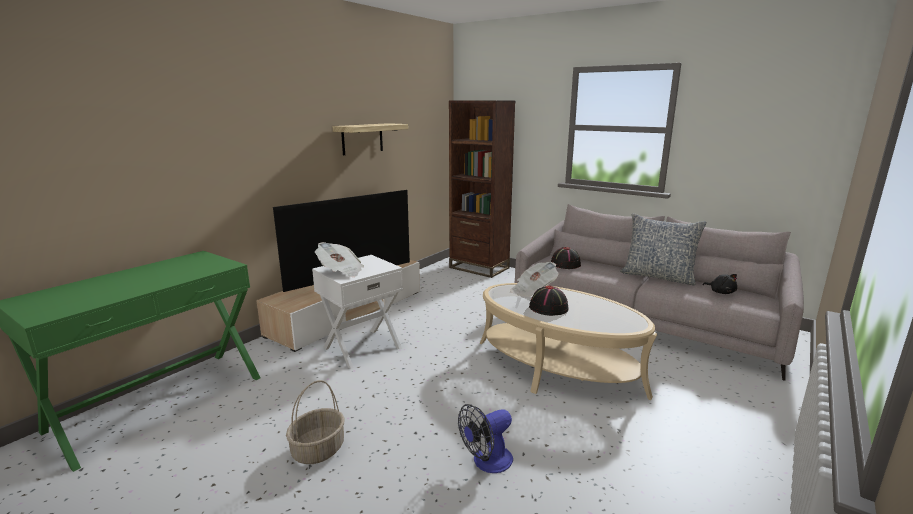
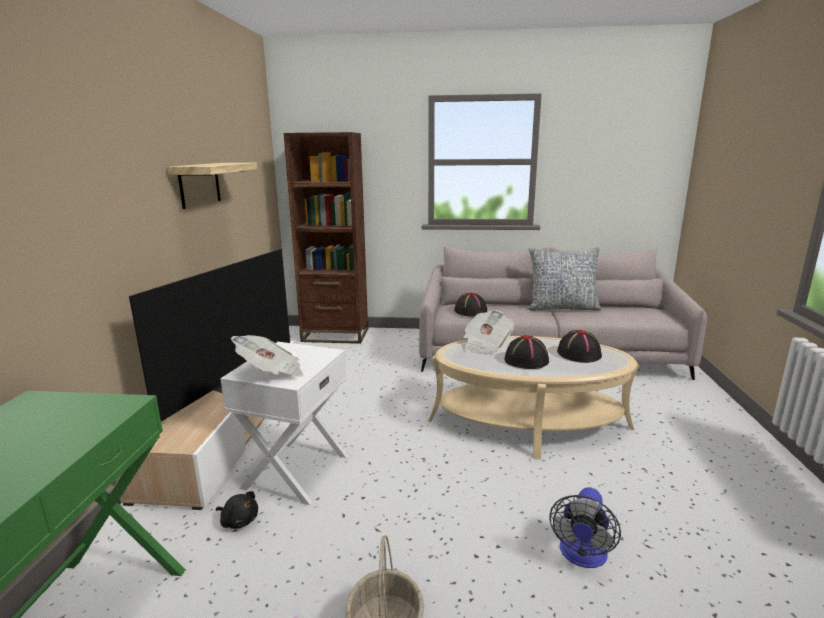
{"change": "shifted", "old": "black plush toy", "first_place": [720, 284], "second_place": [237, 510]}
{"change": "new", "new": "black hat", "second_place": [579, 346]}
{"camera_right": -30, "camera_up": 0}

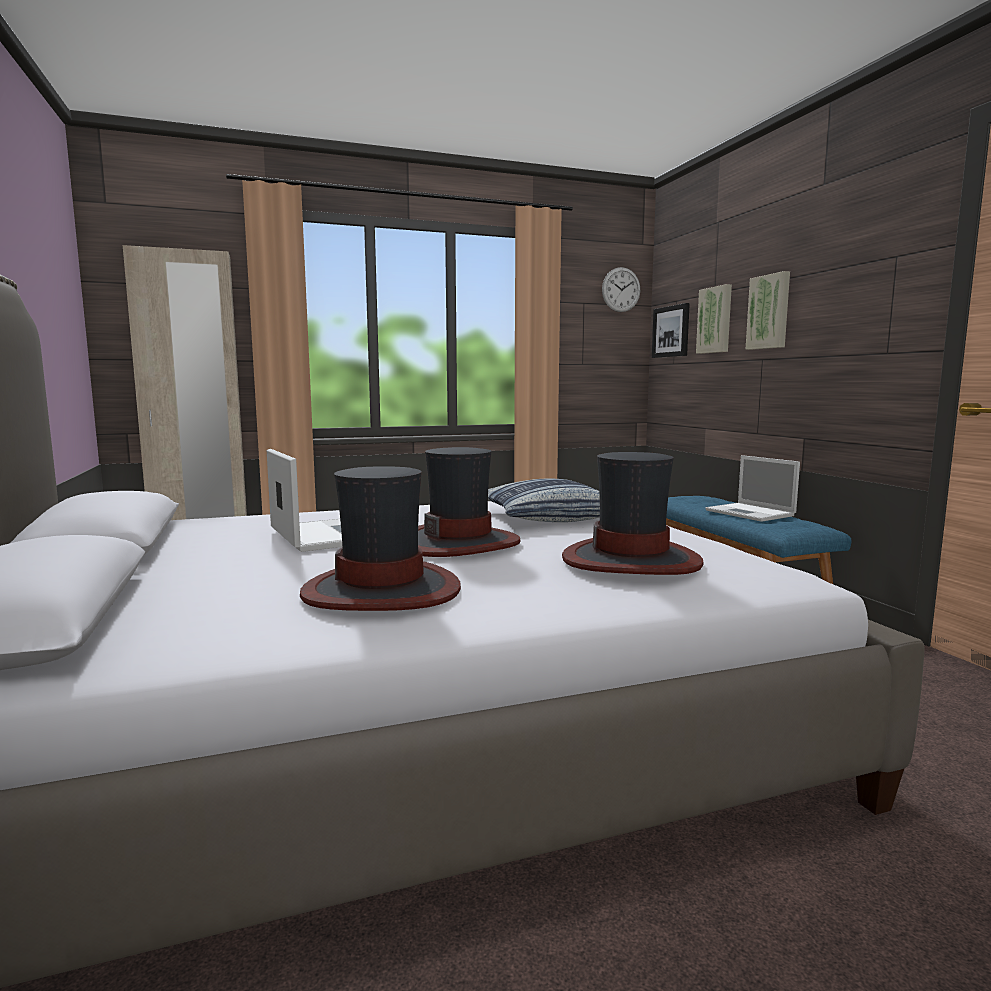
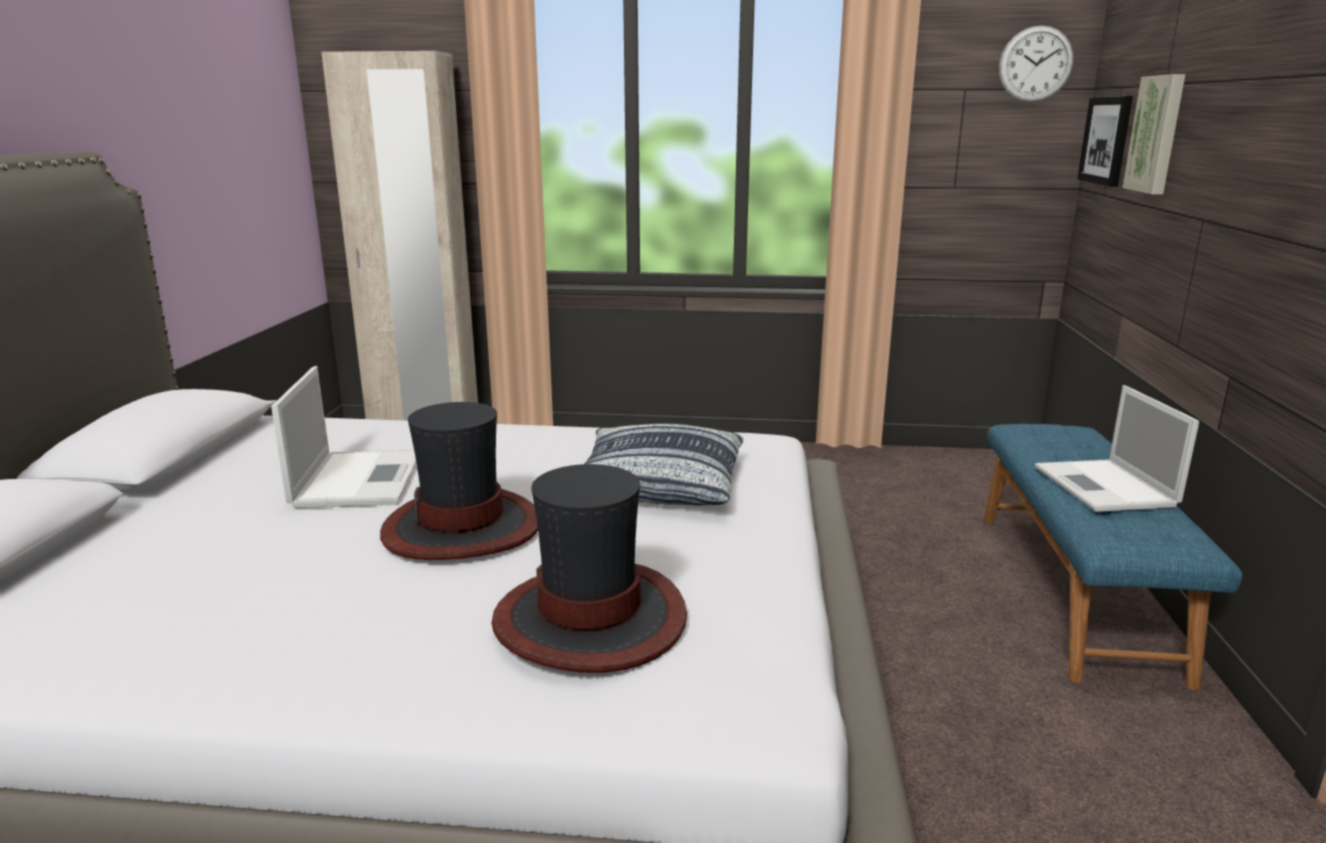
{"change": "gone", "old": "hat", "first_place": [380, 538]}
{"change": "gone", "old": "picture", "first_place": [767, 310]}
{"camera_right": 25, "camera_up": 10}

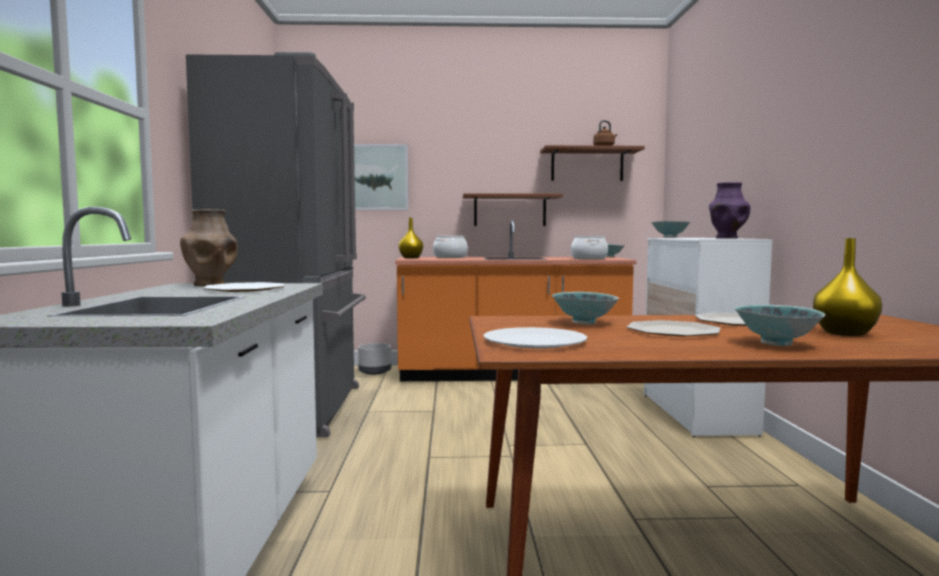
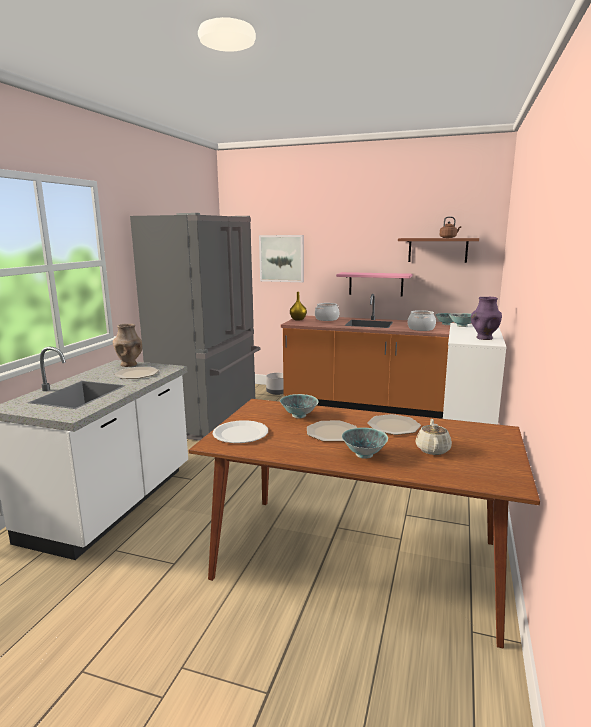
{"change": "repainted", "old": "brown shelf", "new": "pink shelf", "first_place": [513, 209], "second_place": [374, 284]}
{"change": "swapped", "old": "yellow vase", "new": "beige teapot", "first_place": [848, 287], "second_place": [433, 437]}
{"camera_right": 20, "camera_up": 10}

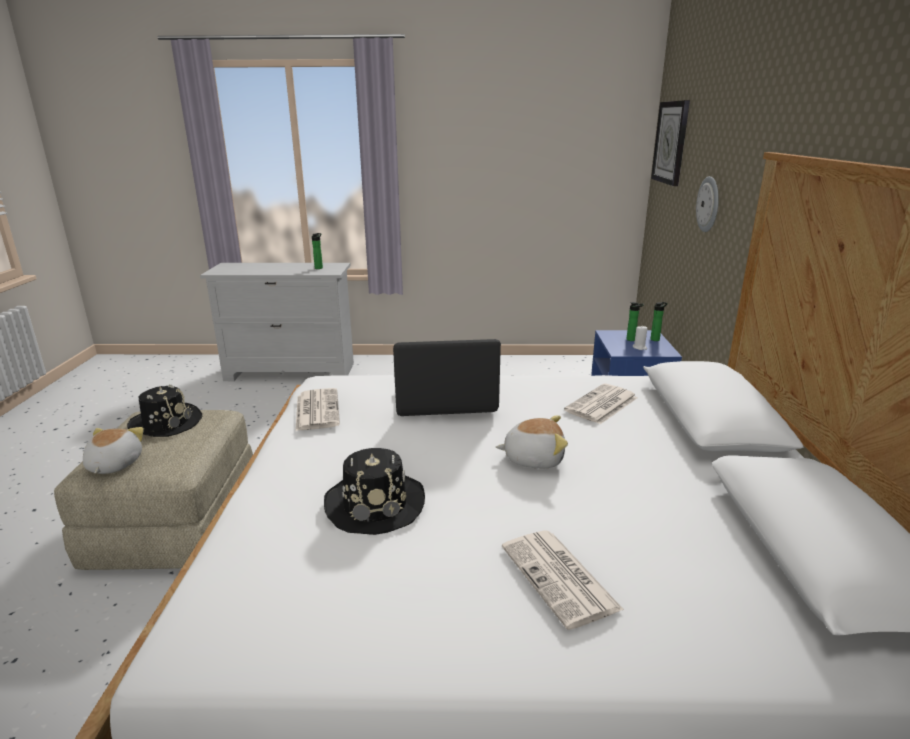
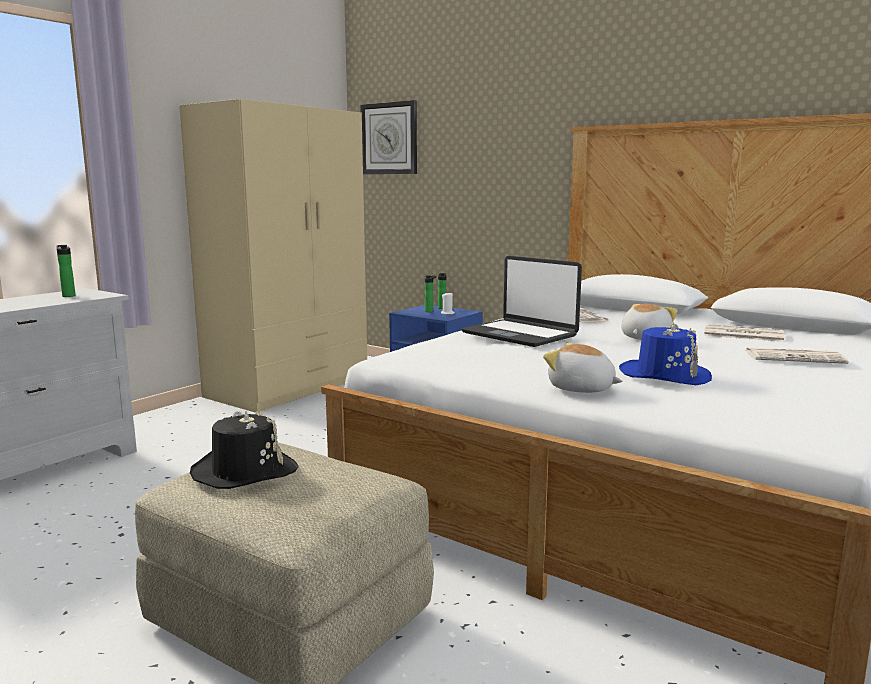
{"change": "new", "new": "beige wardrobe", "second_place": [273, 256]}
{"change": "rotated", "old": "laptop", "first_place": [447, 377], "second_place": [521, 301], "degrees": -75}
{"change": "shifted", "old": "plush toy", "first_place": [113, 450], "second_place": [583, 368]}
{"change": "repainted", "old": "black hat", "new": "blue hat", "first_place": [374, 491], "second_place": [665, 353]}
{"change": "shifted", "old": "newspaper", "first_place": [317, 409], "second_place": [744, 333]}
{"change": "gone", "old": "wall clock", "first_place": [707, 204]}
{"camera_right": -55, "camera_up": -10}

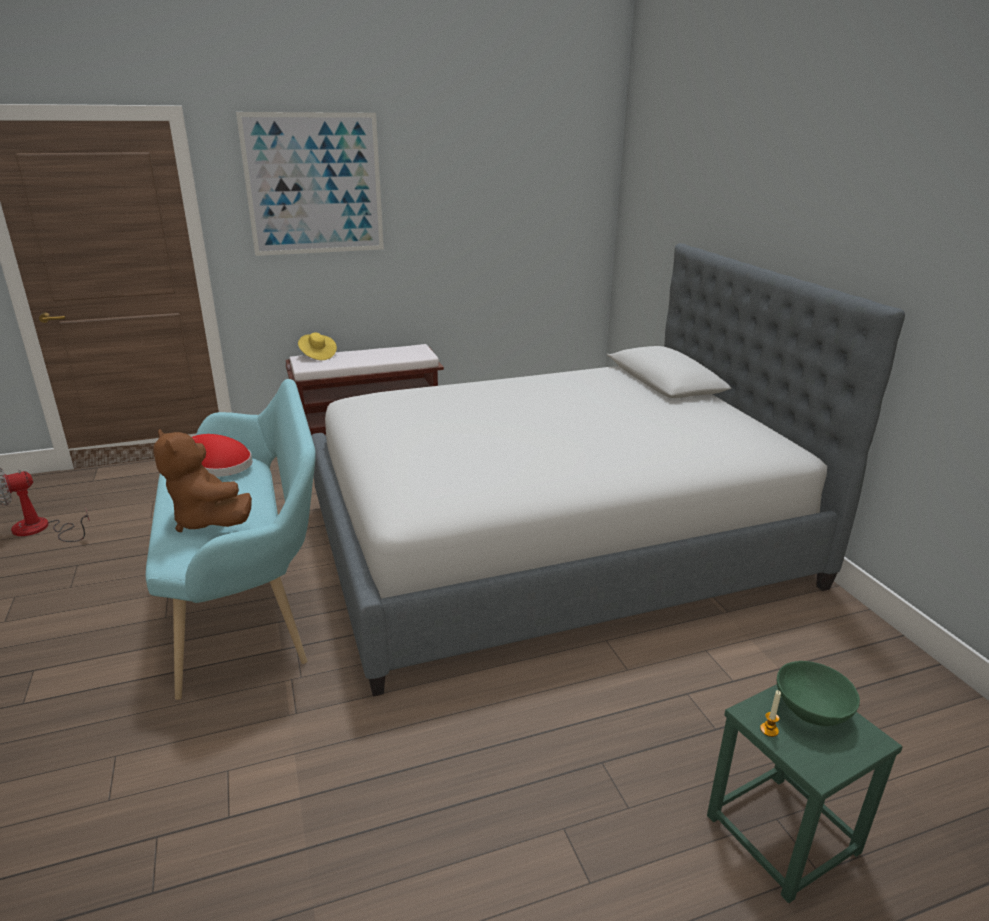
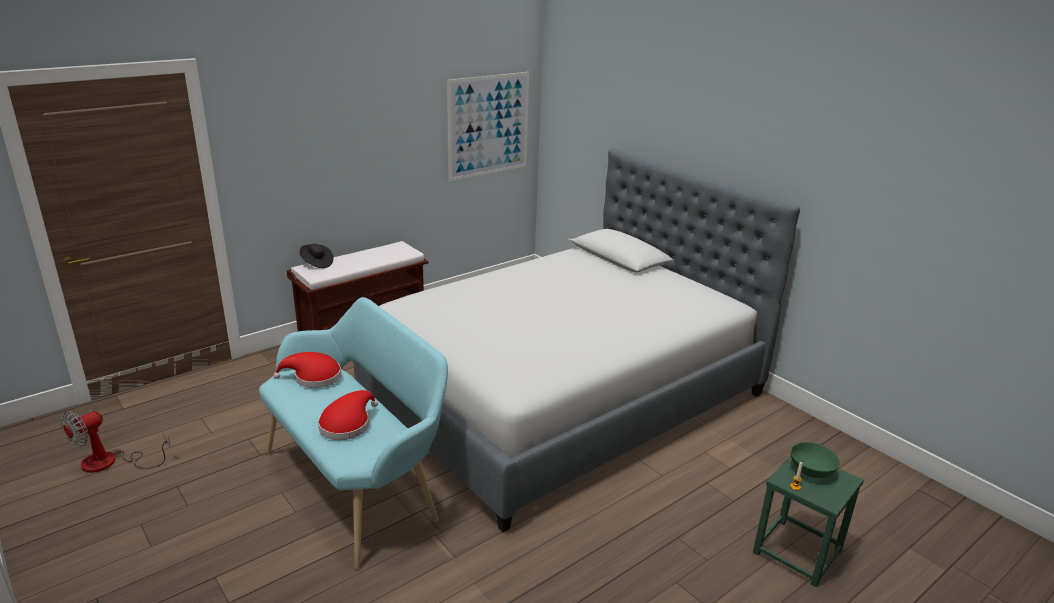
{"change": "repainted", "old": "yellow hat", "new": "black hat", "first_place": [317, 346], "second_place": [317, 256]}
{"change": "swapped", "old": "brown plush toy", "new": "red hat", "first_place": [202, 480], "second_place": [348, 415]}
{"change": "shifted", "old": "picture", "first_place": [310, 184], "second_place": [488, 126]}
{"camera_right": -20, "camera_up": 0}

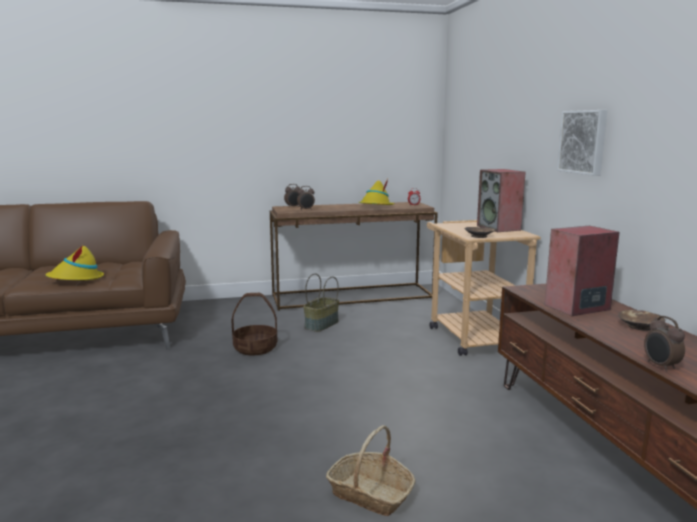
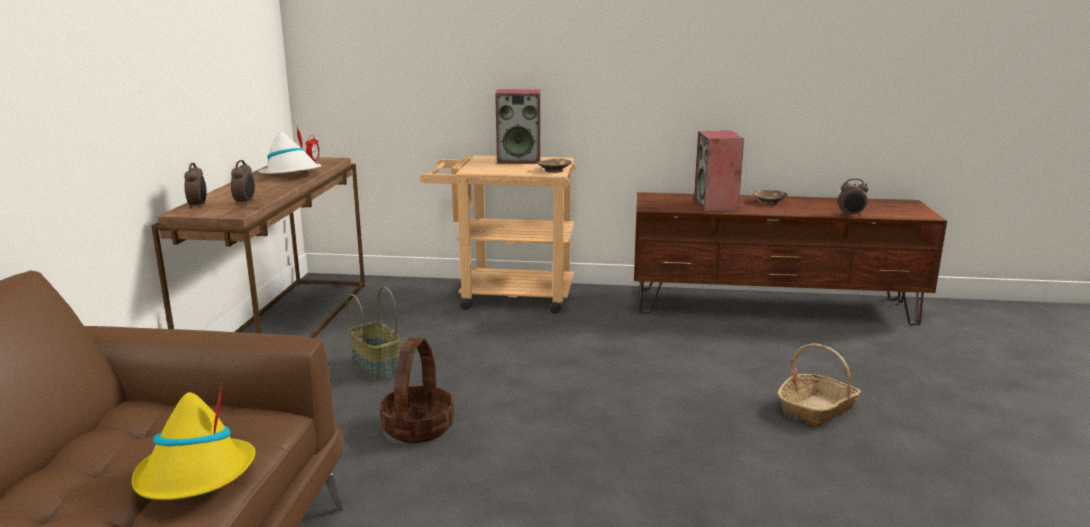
{"change": "repainted", "old": "yellow hat", "new": "white hat", "first_place": [376, 192], "second_place": [289, 150]}
{"change": "gone", "old": "picture", "first_place": [582, 143]}
{"camera_right": -70, "camera_up": 5}

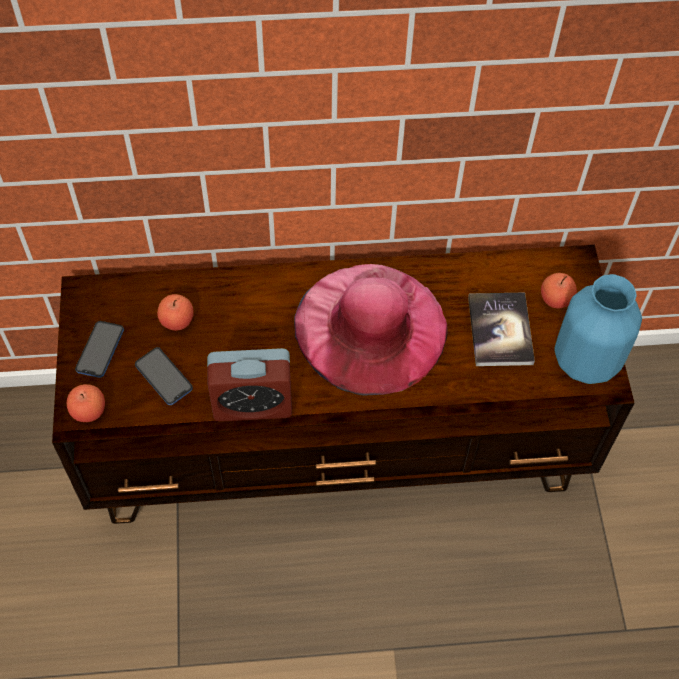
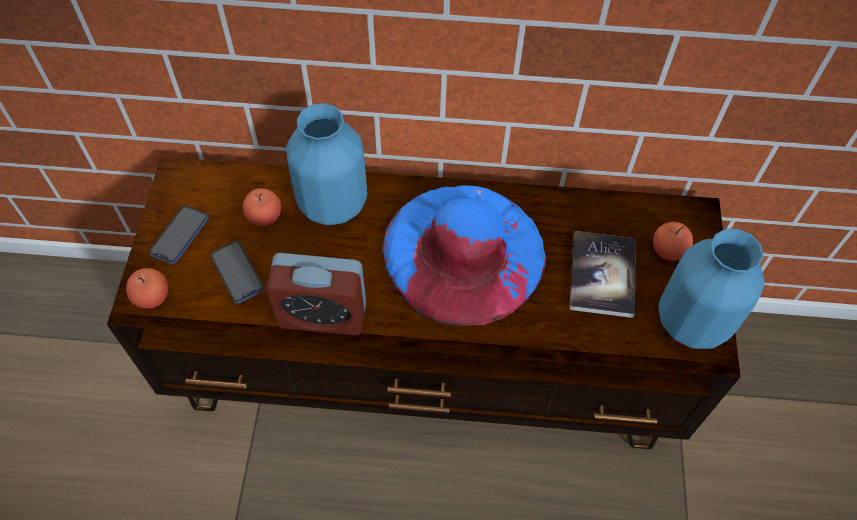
{"change": "new", "new": "blue vase", "second_place": [326, 164]}
{"change": "repainted", "old": "pink hat", "new": "blue hat", "first_place": [371, 330], "second_place": [464, 255]}
{"camera_right": 10, "camera_up": 0}

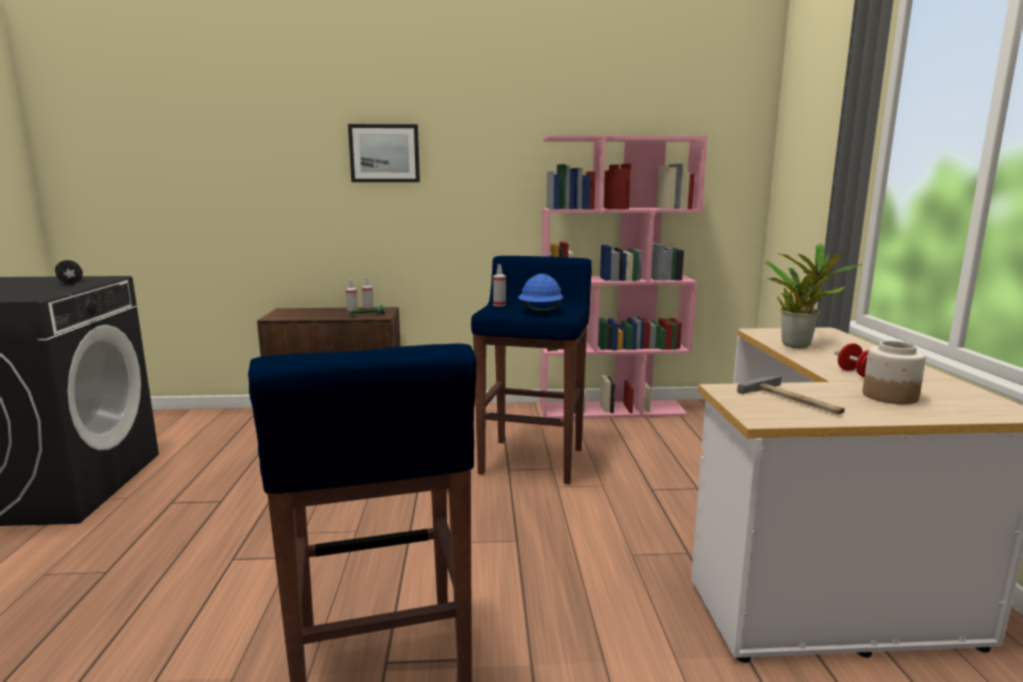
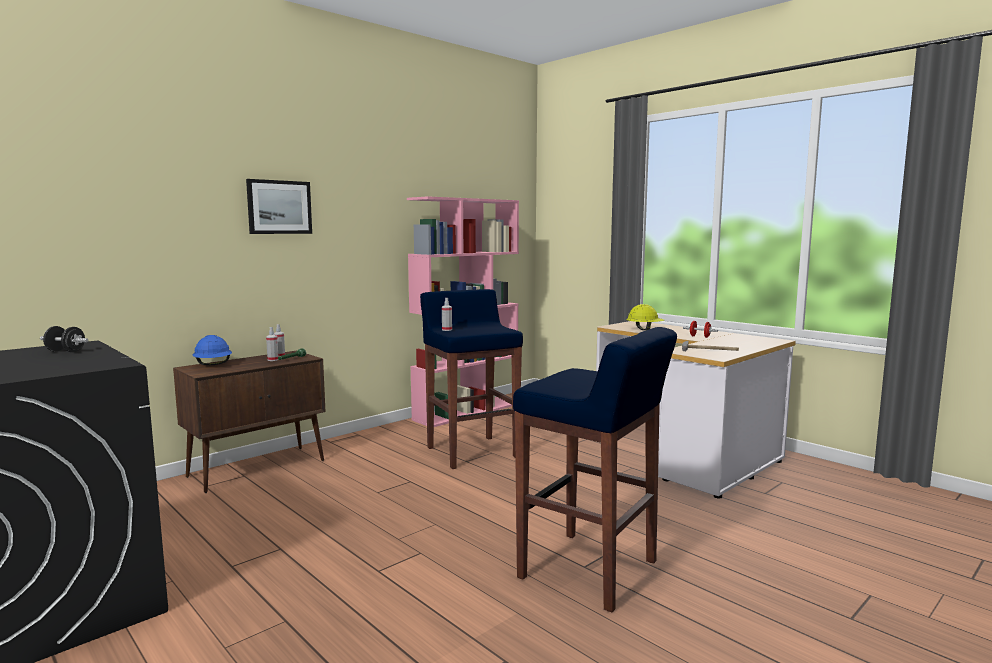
{"change": "shifted", "old": "blue hard hat", "first_place": [540, 292], "second_place": [212, 350]}
{"change": "swapped", "old": "potted plant", "new": "yellow hard hat", "first_place": [813, 296], "second_place": [645, 317]}
{"change": "gone", "old": "jar", "first_place": [894, 373]}
{"camera_right": -40, "camera_up": -5}

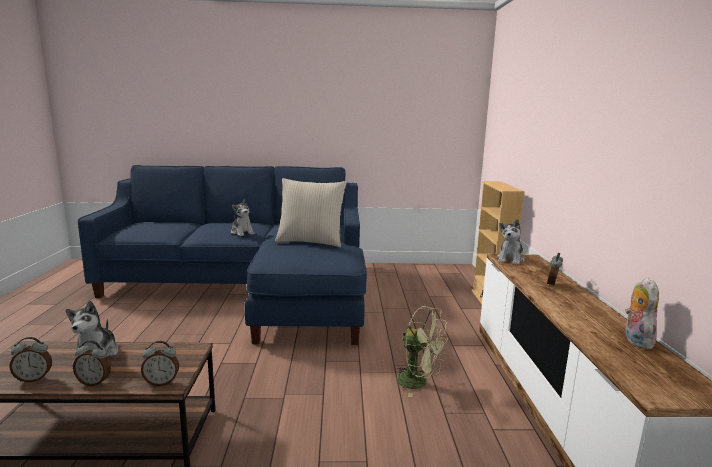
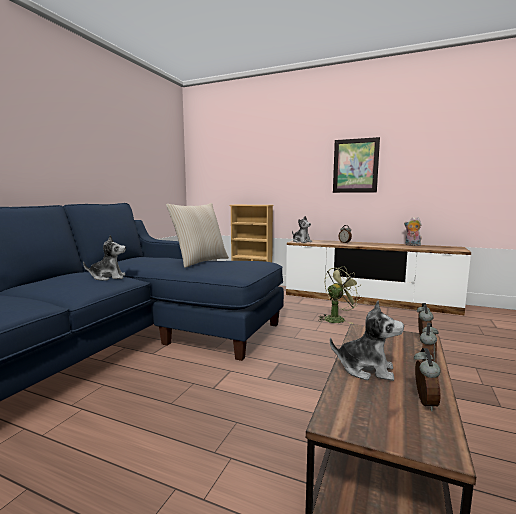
{"change": "new", "new": "picture", "second_place": [356, 165]}
{"camera_right": -65, "camera_up": -5}

